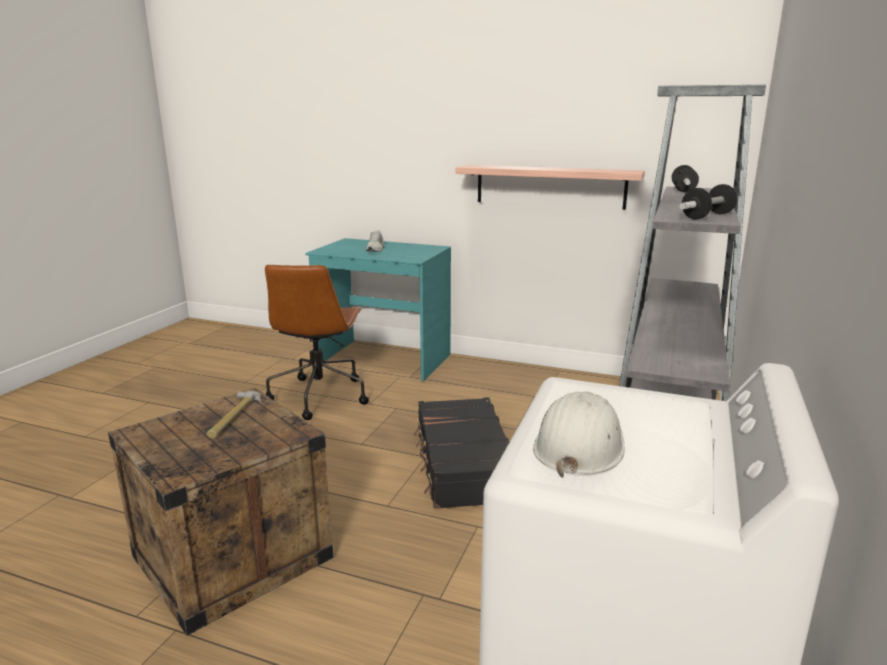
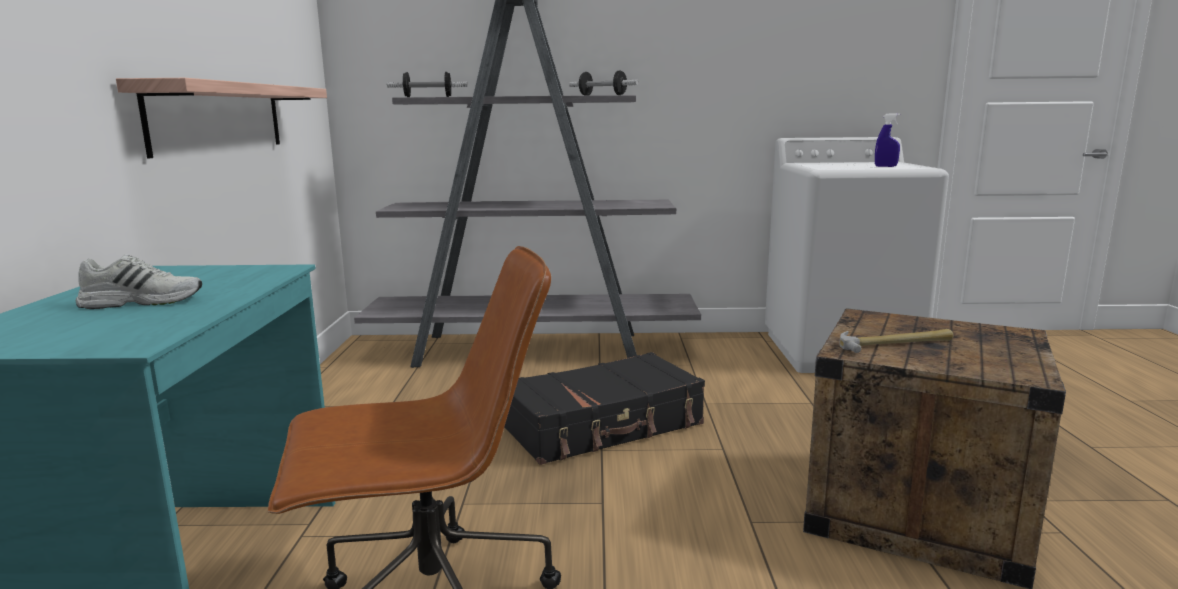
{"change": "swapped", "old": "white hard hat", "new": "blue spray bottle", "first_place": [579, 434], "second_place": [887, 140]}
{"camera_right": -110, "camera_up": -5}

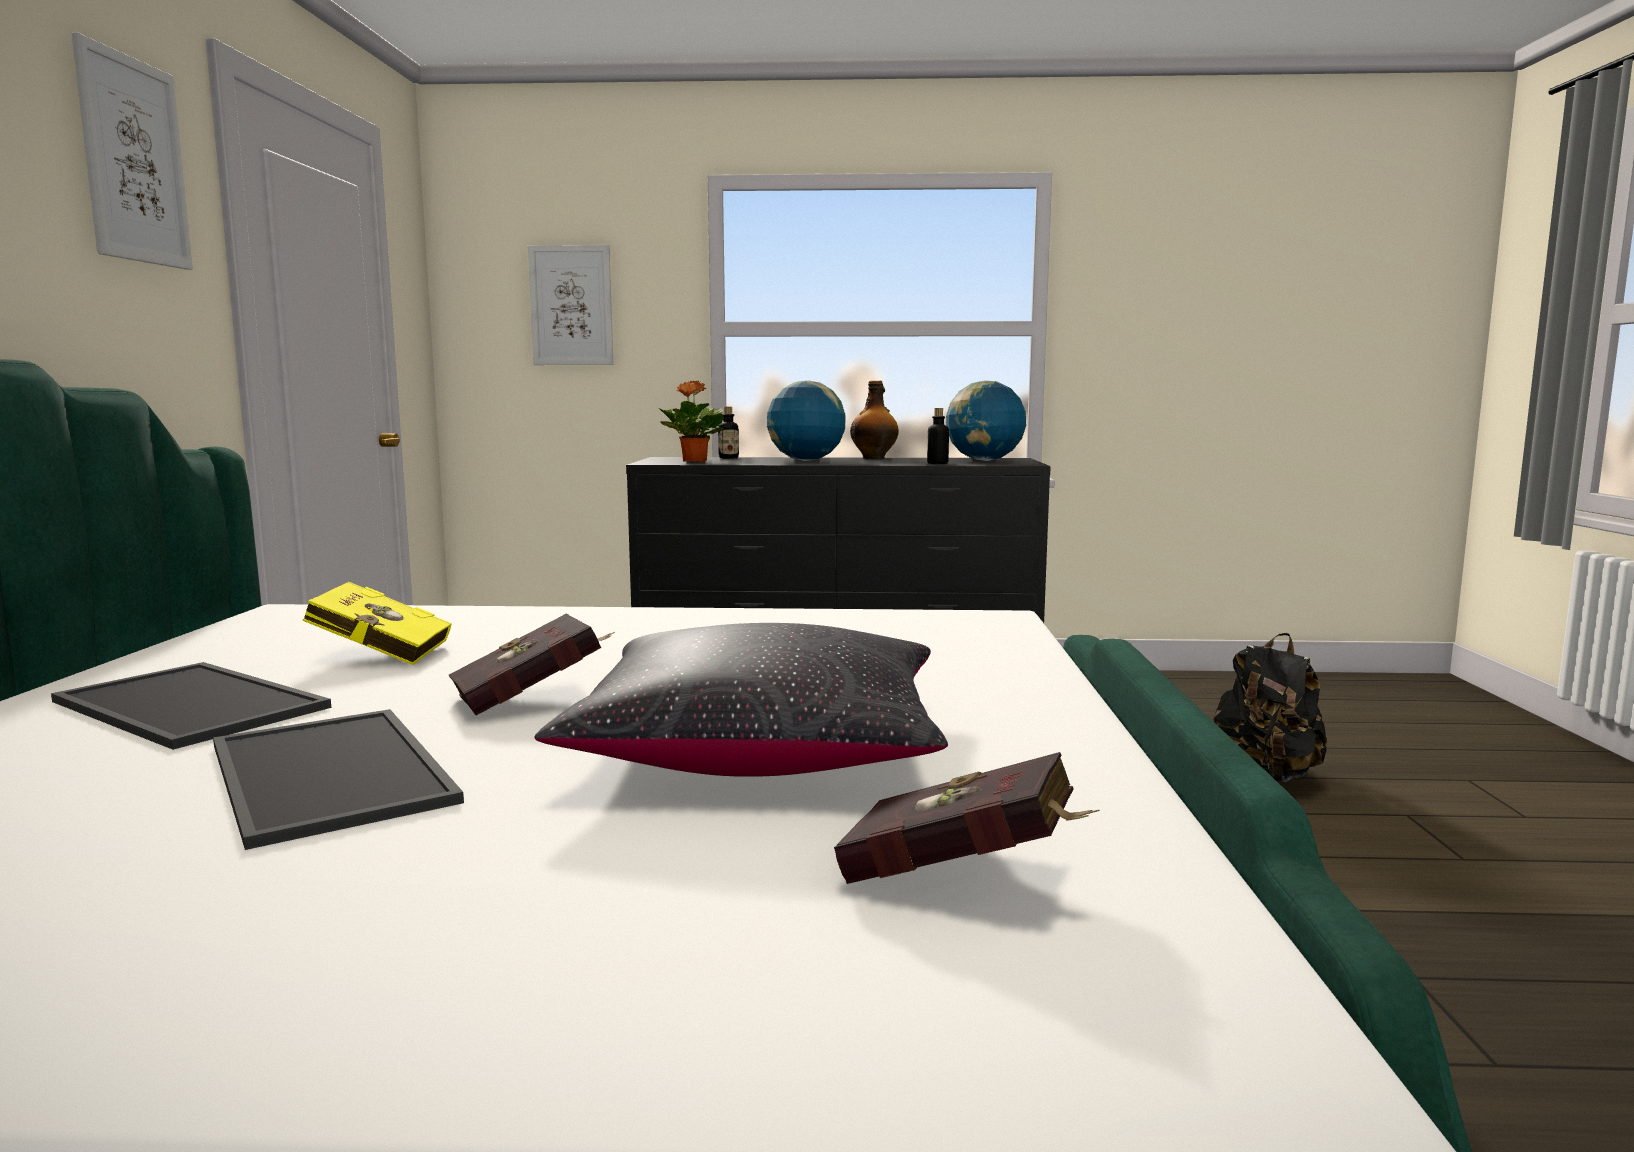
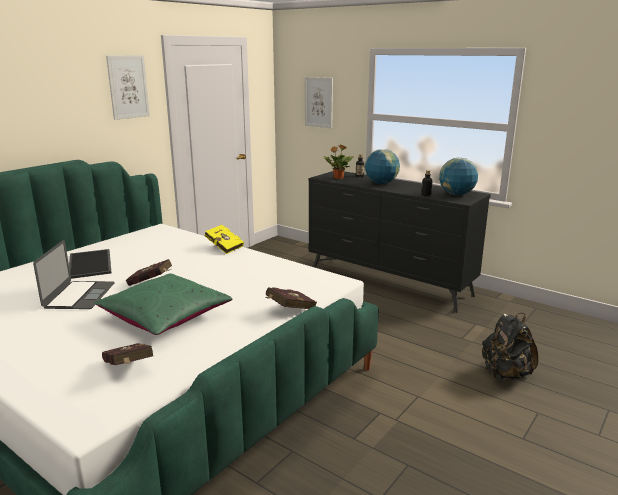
{"change": "swapped", "old": "tray", "new": "laptop", "first_place": [338, 779], "second_place": [74, 274]}
{"change": "repainted", "old": "black pillow", "new": "green pillow", "first_place": [741, 700], "second_place": [163, 304]}
{"change": "shifted", "old": "yellow book", "first_place": [377, 623], "second_place": [224, 239]}
{"change": "new", "new": "red book", "second_place": [291, 298]}
{"change": "gone", "old": "bottle", "first_place": [874, 420]}
{"camera_right": 35, "camera_up": 10}

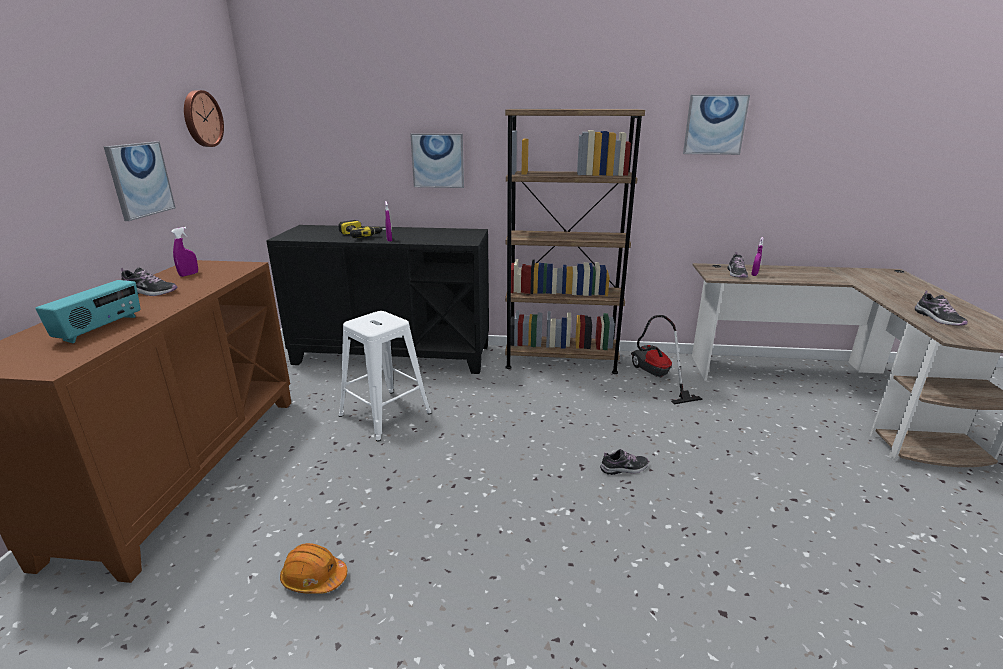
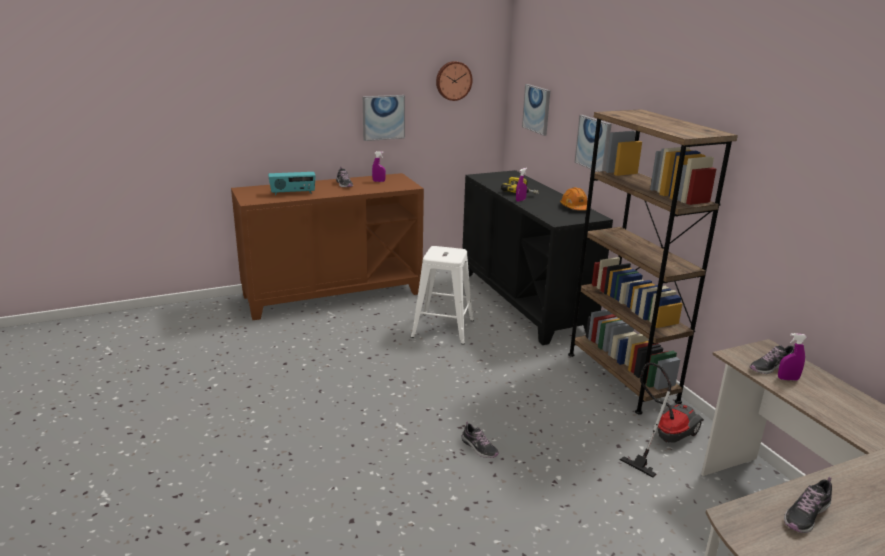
{"change": "shifted", "old": "picture", "first_place": [716, 125], "second_place": [536, 110]}
{"change": "shifted", "old": "orange hard hat", "first_place": [313, 568], "second_place": [573, 198]}
{"camera_right": 60, "camera_up": 0}

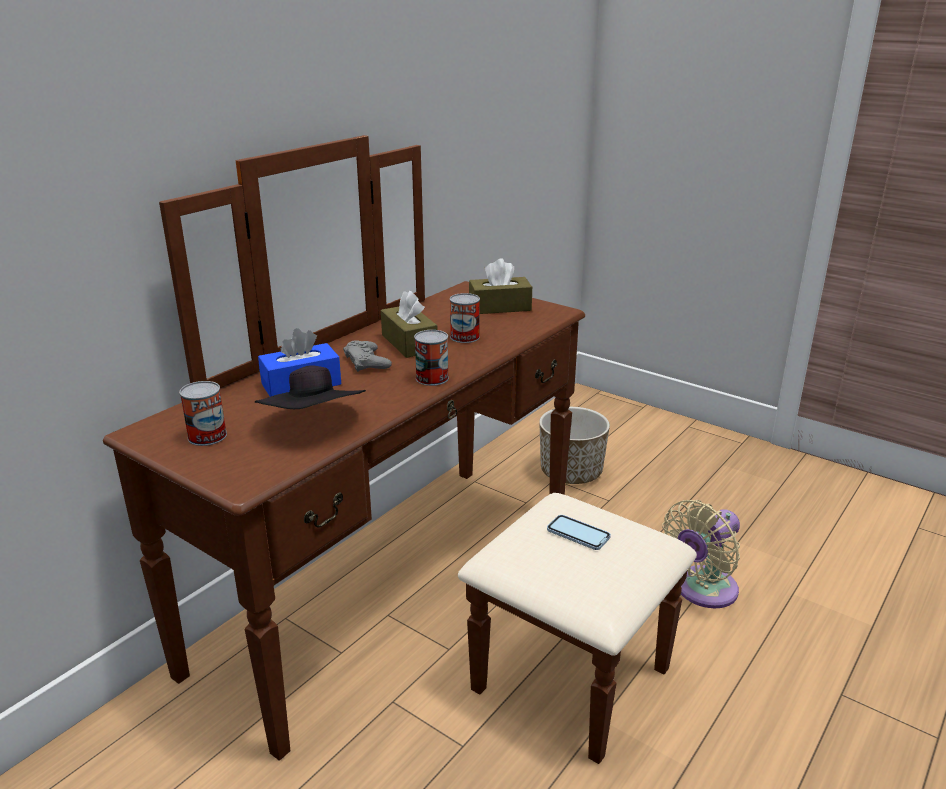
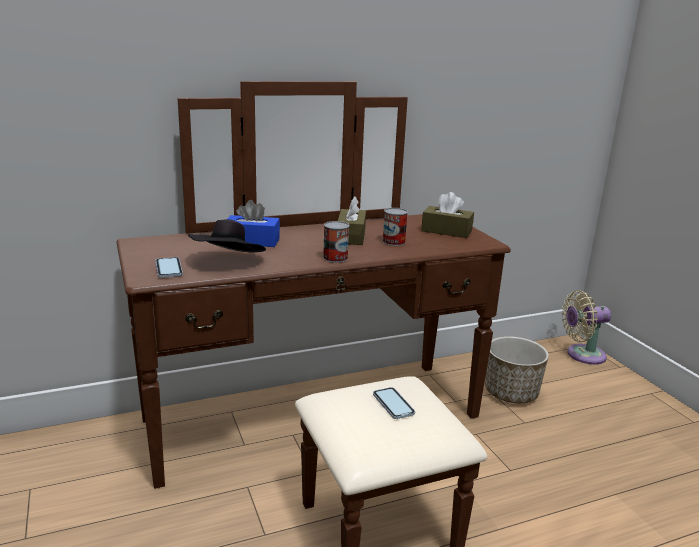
{"change": "new", "new": "phone", "second_place": [169, 267]}
{"change": "shifted", "old": "beige fan", "first_place": [701, 554], "second_place": [586, 327]}
{"change": "gone", "old": "can", "first_place": [203, 413]}
{"change": "gone", "old": "grey game controller", "first_place": [367, 356]}
{"camera_right": 30, "camera_up": -5}

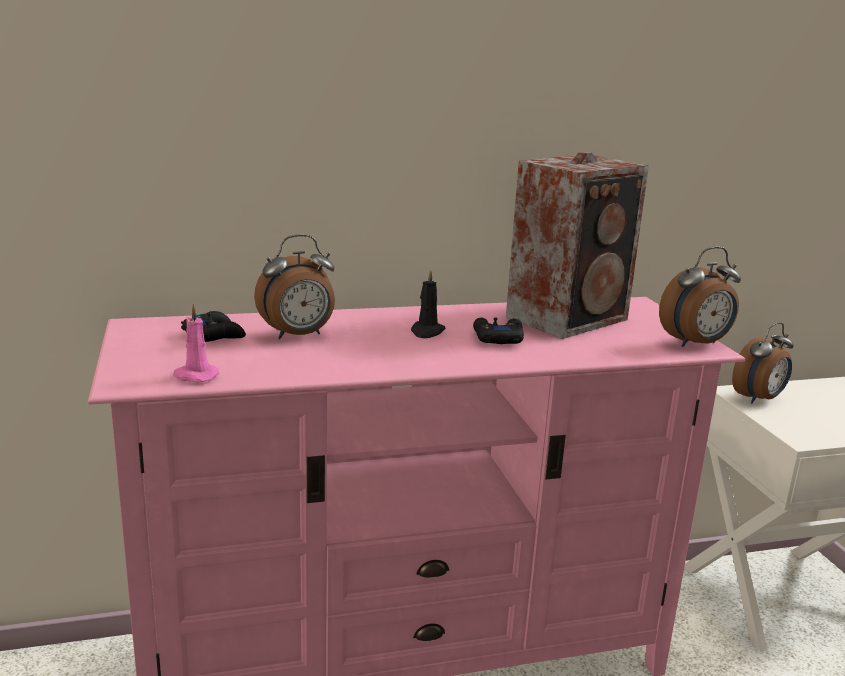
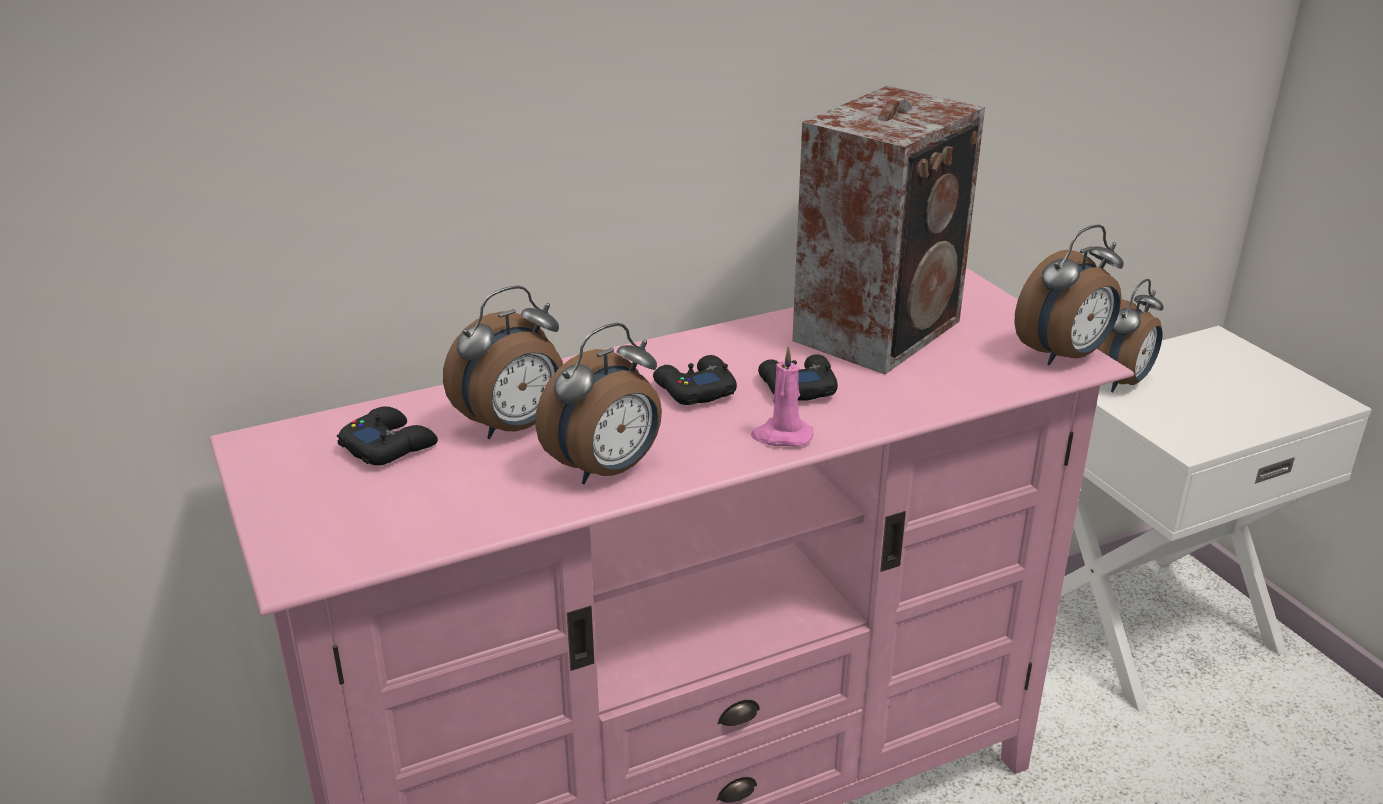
{"change": "new", "new": "alarm clock", "second_place": [598, 403]}
{"change": "swapped", "old": "black candle", "new": "black game controller", "first_place": [428, 303], "second_place": [695, 380]}
{"change": "shifted", "old": "pink candle", "first_place": [196, 342], "second_place": [781, 396]}
{"camera_right": -10, "camera_up": 10}

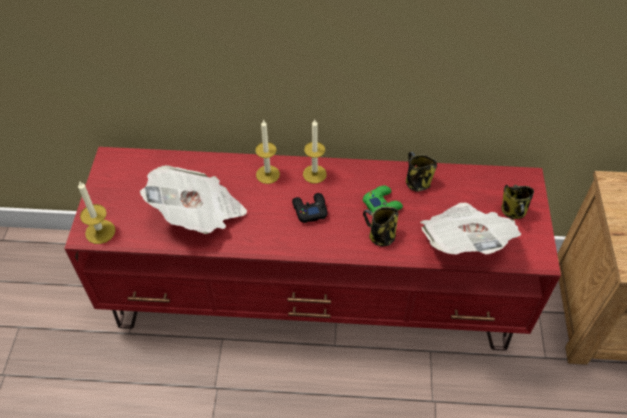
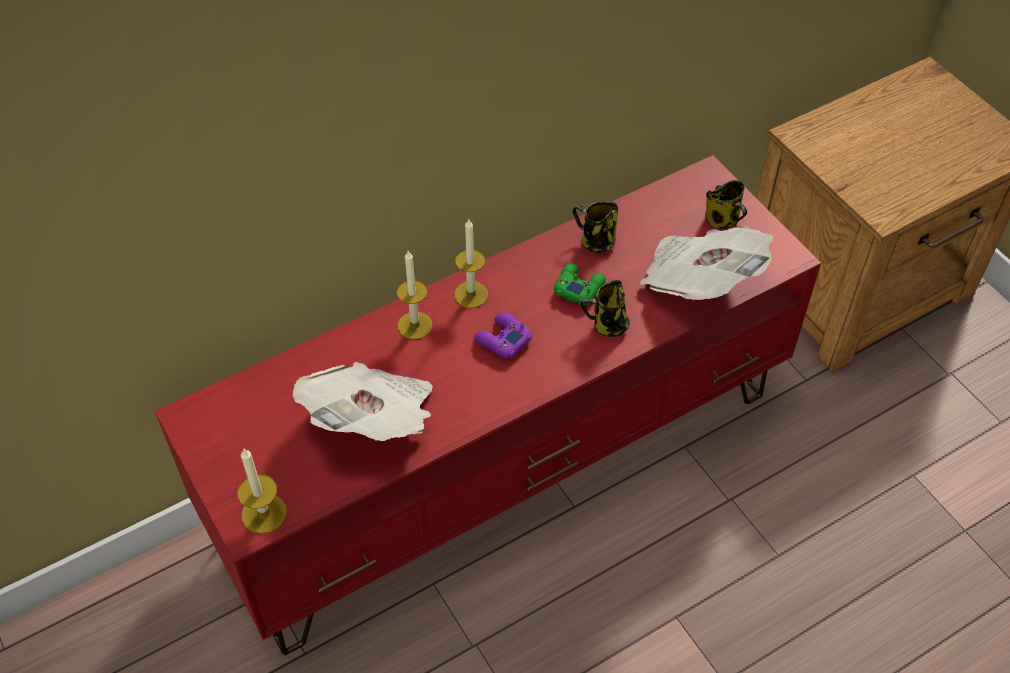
{"change": "repainted", "old": "black game controller", "new": "purple game controller", "first_place": [309, 208], "second_place": [503, 335]}
{"camera_right": -35, "camera_up": 0}

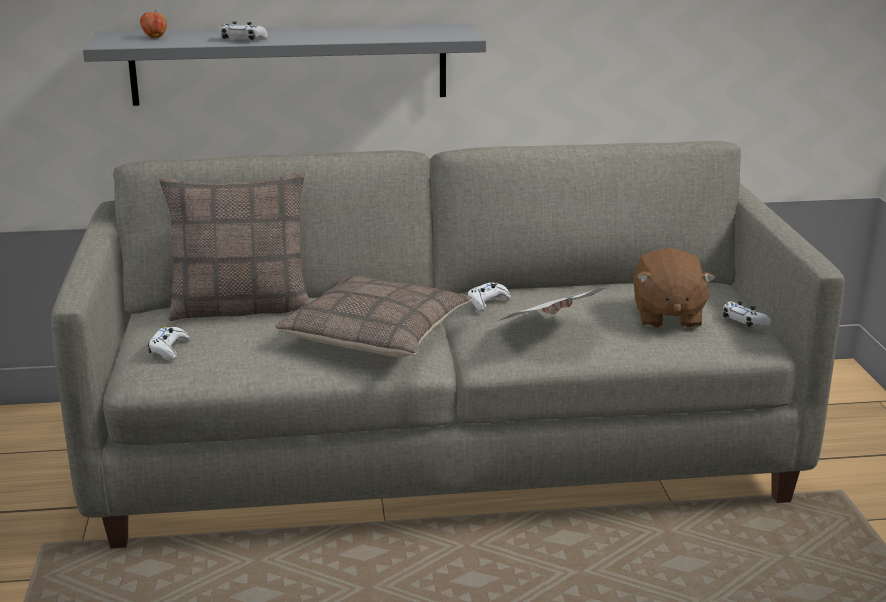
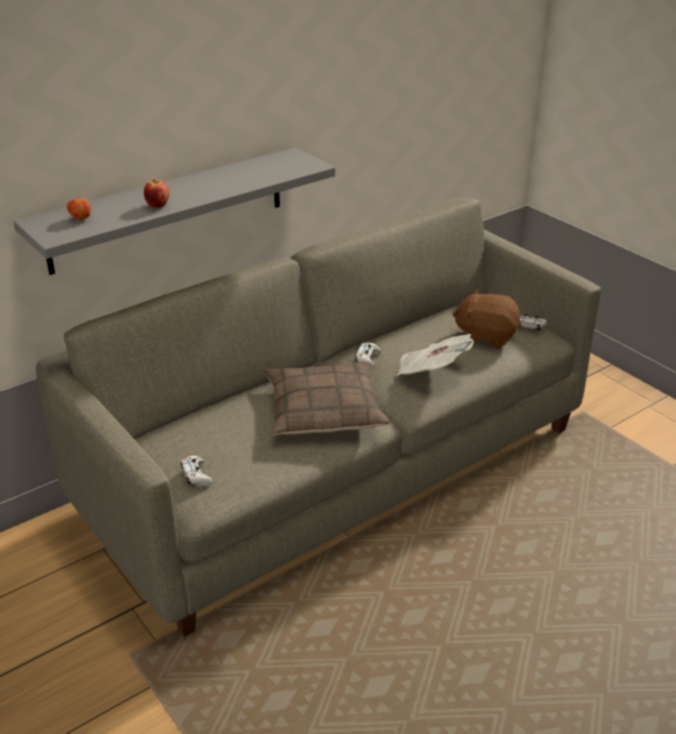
{"change": "swapped", "old": "white game controller", "new": "apple", "first_place": [244, 30], "second_place": [157, 194]}
{"change": "rotated", "old": "brown plush toy", "first_place": [674, 288], "second_place": [486, 319], "degrees": 135}
{"change": "gone", "old": "pillow", "first_place": [235, 245]}
{"camera_right": -30, "camera_up": 10}

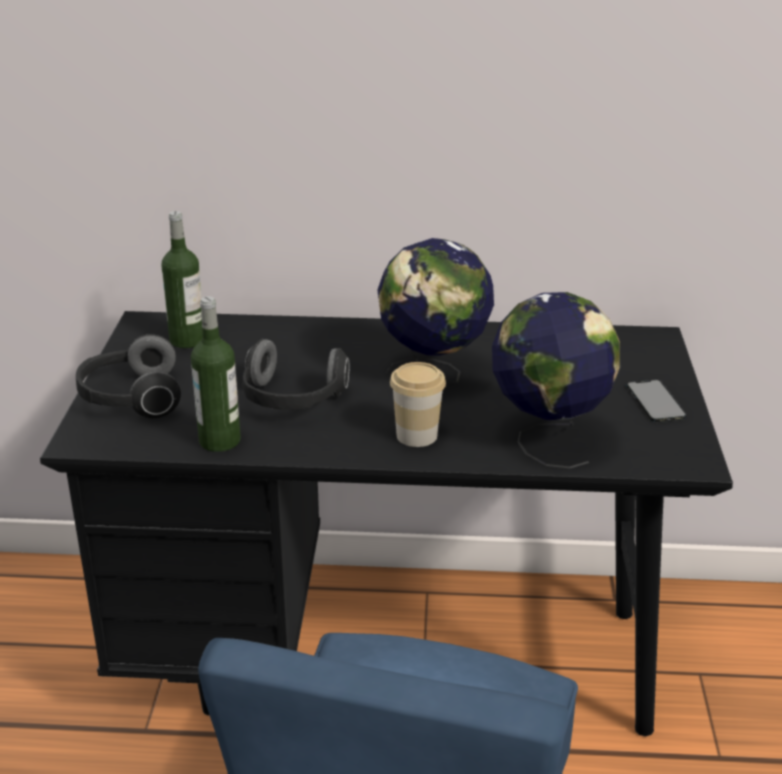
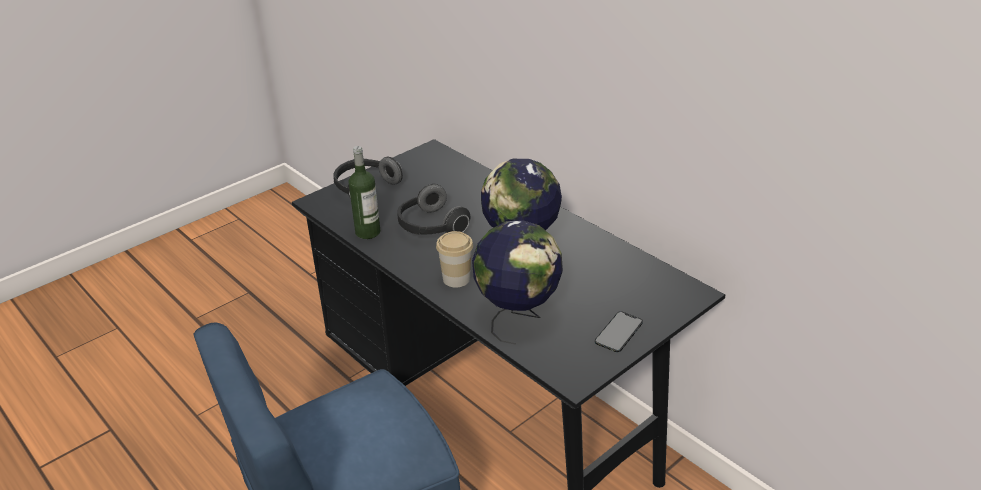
{"change": "gone", "old": "bottle", "first_place": [182, 279]}
{"camera_right": 45, "camera_up": 5}

